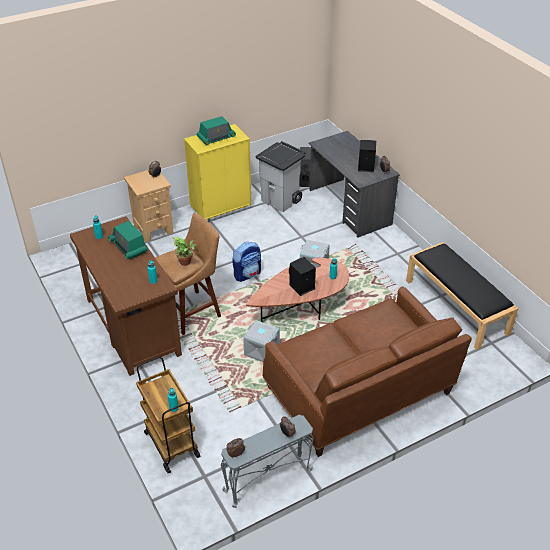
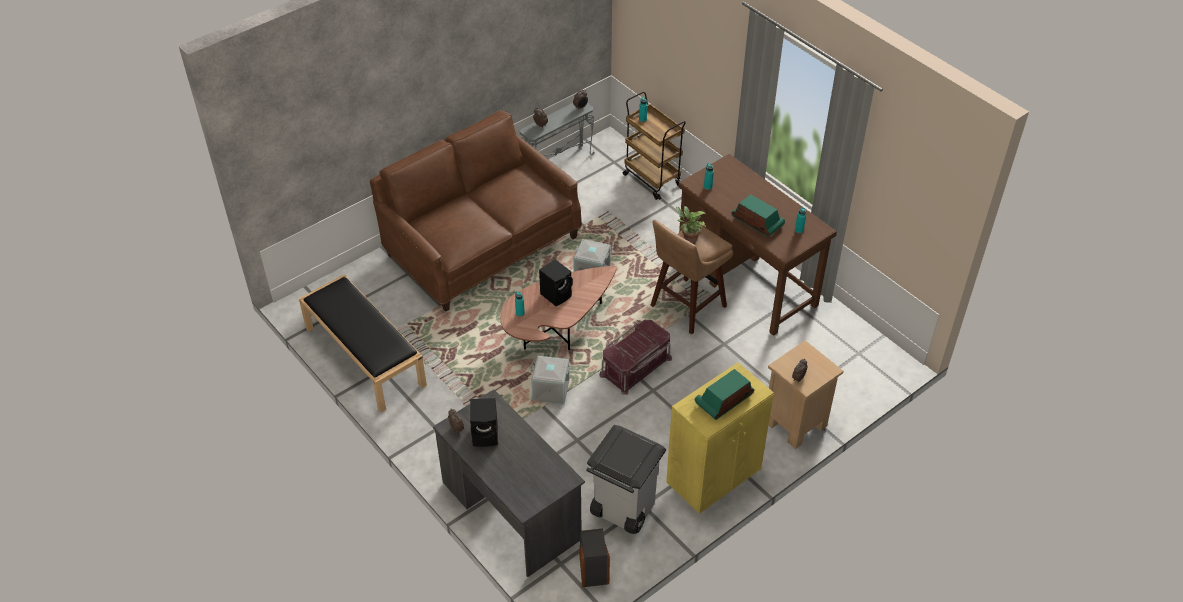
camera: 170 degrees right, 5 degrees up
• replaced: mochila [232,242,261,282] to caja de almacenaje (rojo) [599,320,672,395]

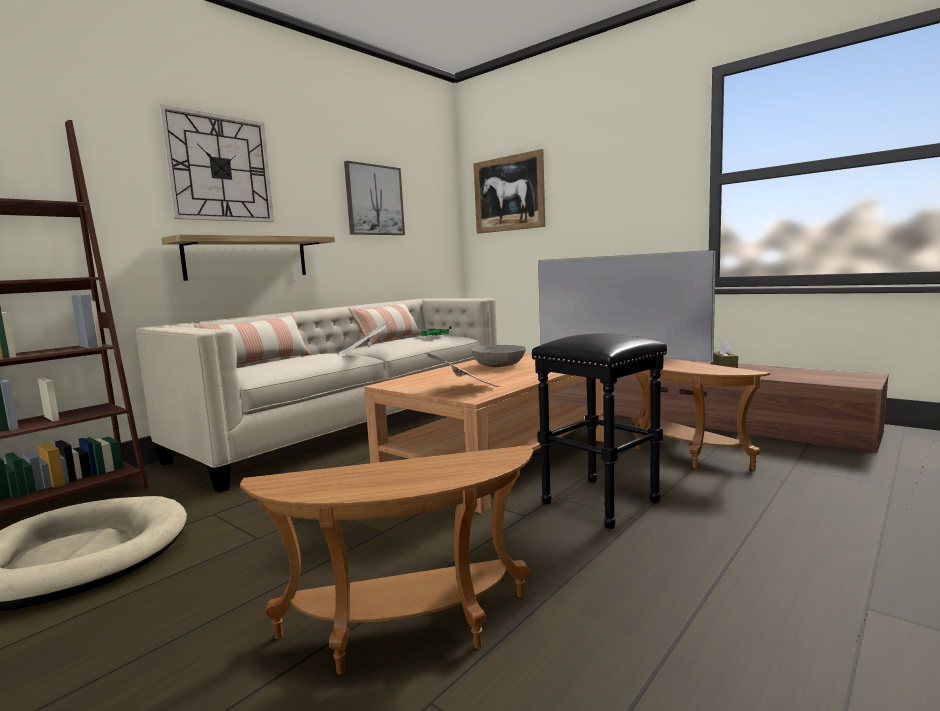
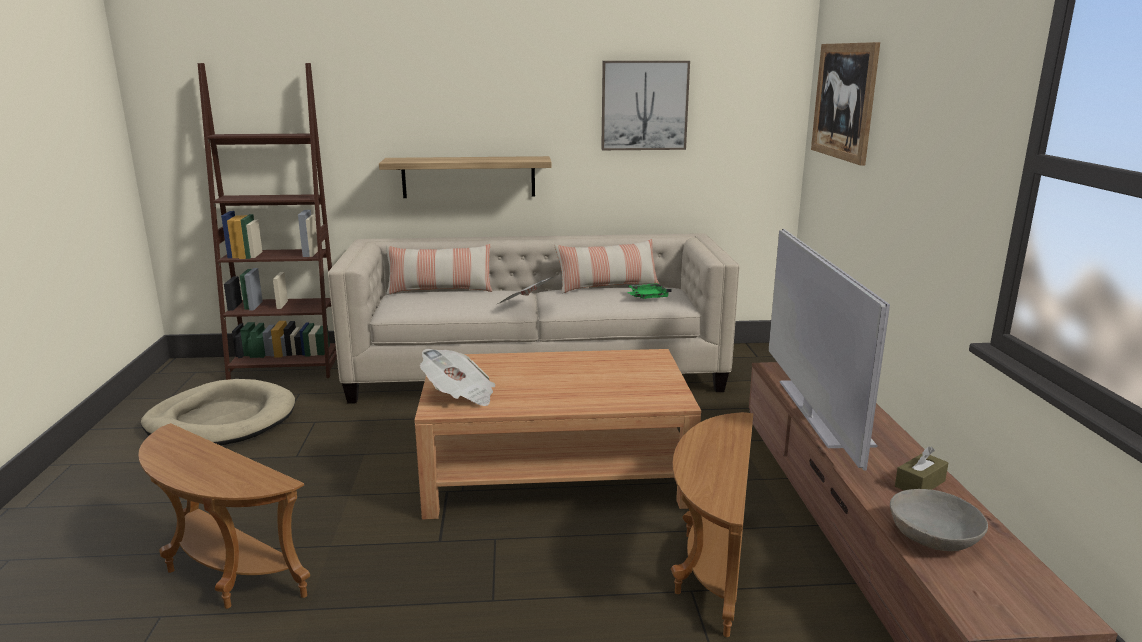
camera: 45 degrees right, 10 degrees up
• removed: reloj de pared [159,104,274,222]
• moved: cuenco (gris) [472,345,526,367] to [890,489,988,551]
• removed: taburete (negro) [532,333,667,529]

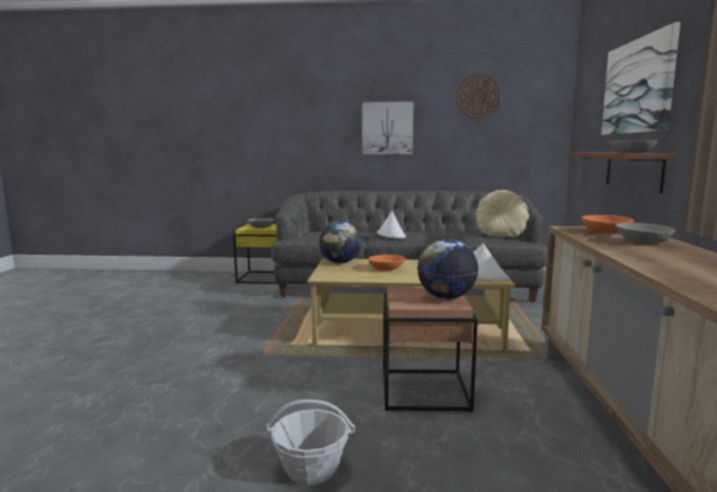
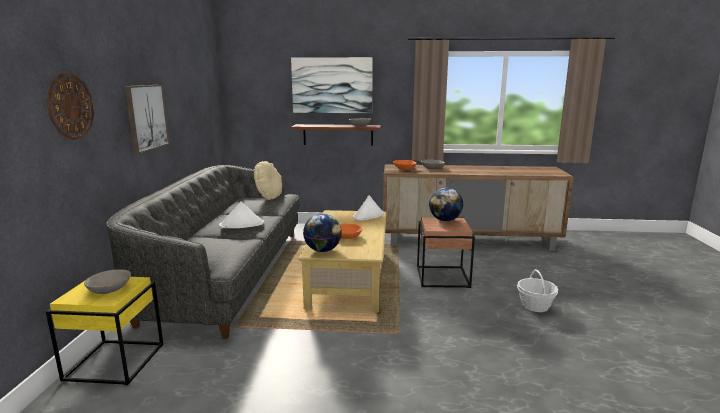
camera: 90 degrees left, 5 degrees up
• moved: reloj de pared [456,75,500,119] to [47,74,94,140]

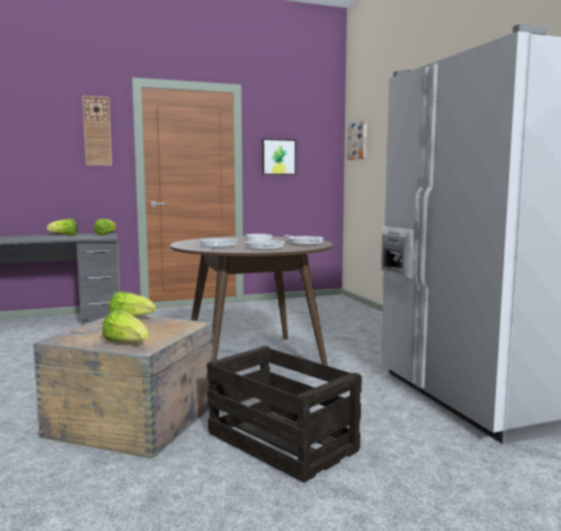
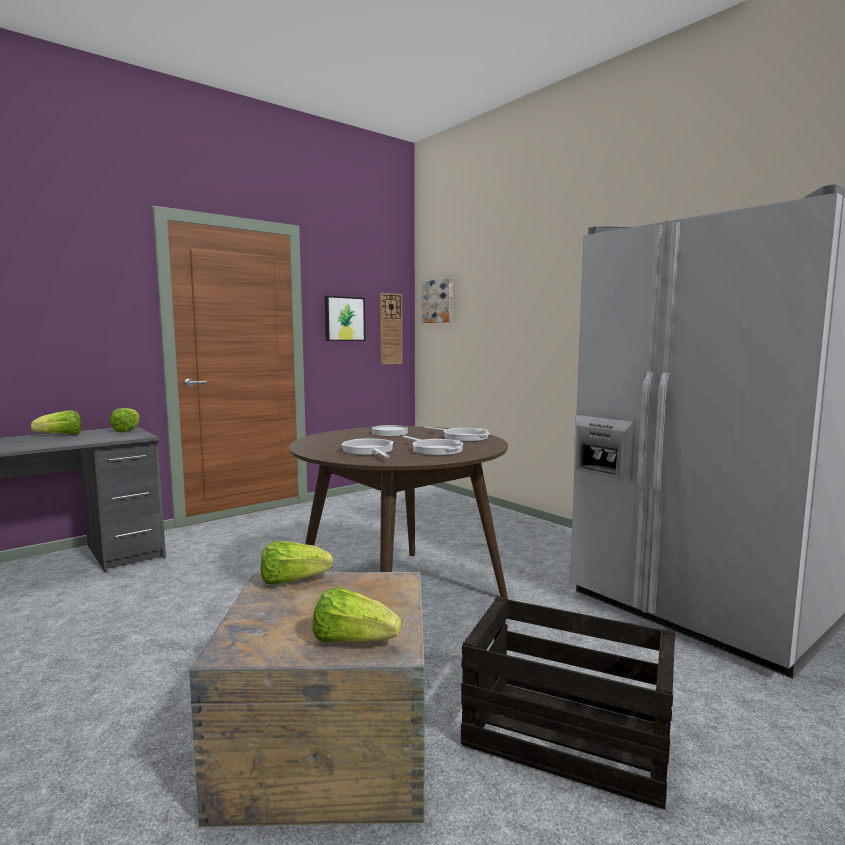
camera: 20 degrees left, 0 degrees up
• moved: reloj de pared [82,96,112,166] to [380,293,403,365]

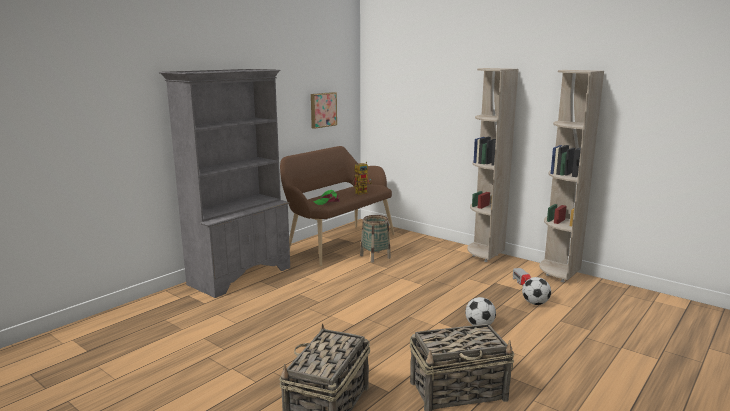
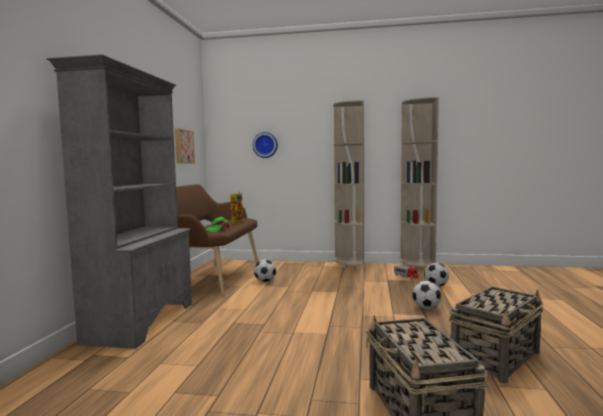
camera: 30 degrees left, 10 degrees down
• replaced: cesta [360,215,391,263] to balón de fútbol [254,259,276,282]
• added: reloj de pared [253,132,278,158]

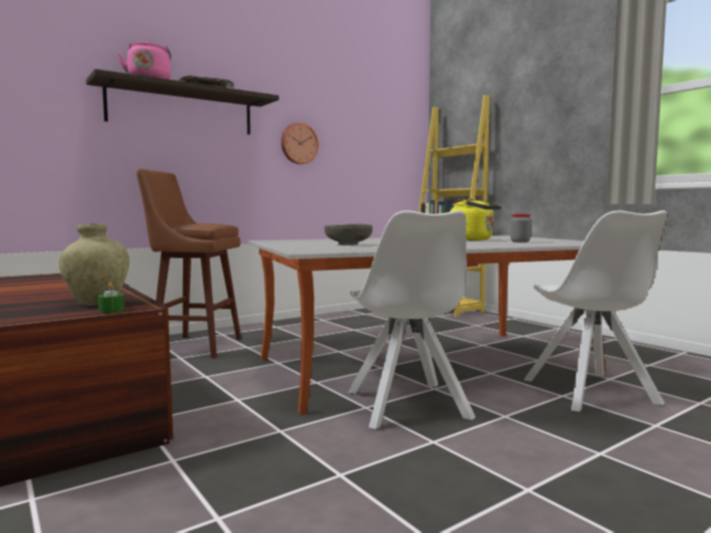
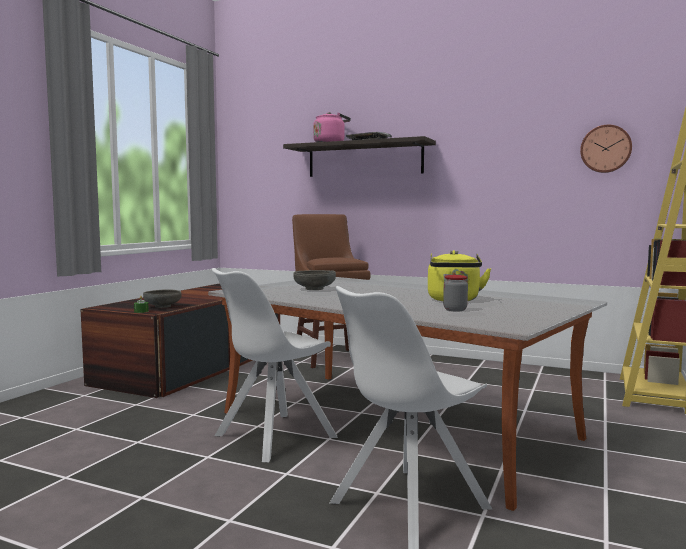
camera: 60 degrees right, 0 degrees up
• replaced: florero (beis) [59,223,130,306] to cuenco (gris) [143,289,182,308]
• moved: reloj de pared [281,122,319,164] to [580,125,632,173]

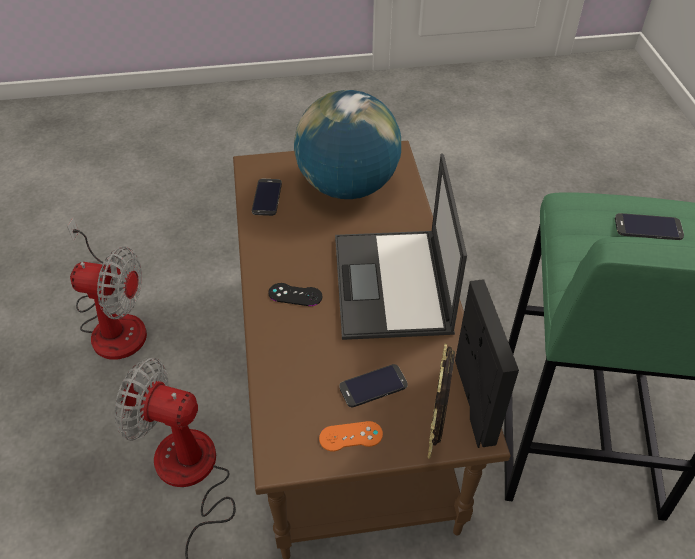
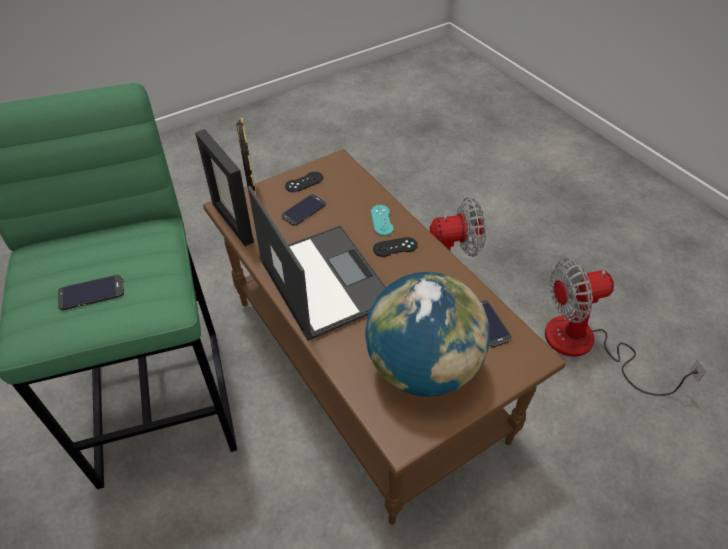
camera: 155 degrees right, 0 degrees up
• recoloured: mando de consola (naranja) [319,421,383,451] to mando de consola (negro) [285,172,323,192]
• added: mando de consola (turquesa) [371,205,394,236]

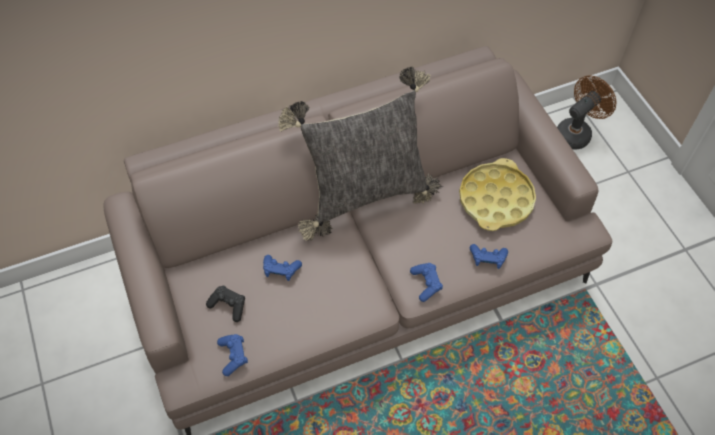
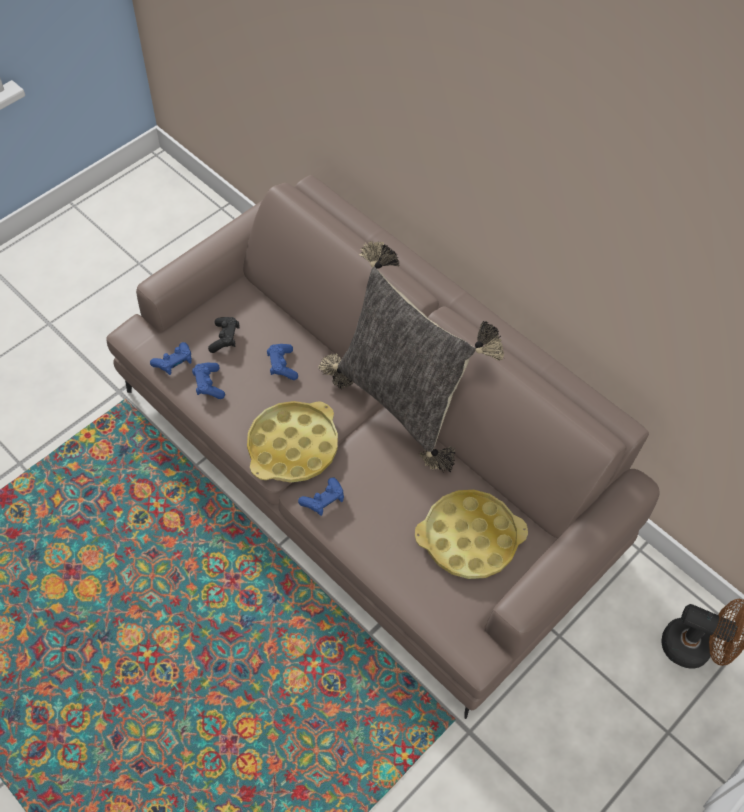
camera: 65 degrees right, 0 degrees up
• moved: mando de consola (azul) [470,244,508,269] to [192,363,225,399]
• added: bandeja (amarillo) [247,401,338,482]

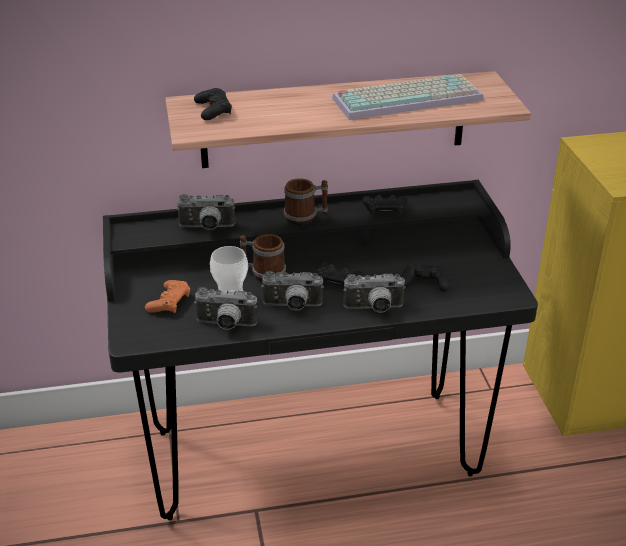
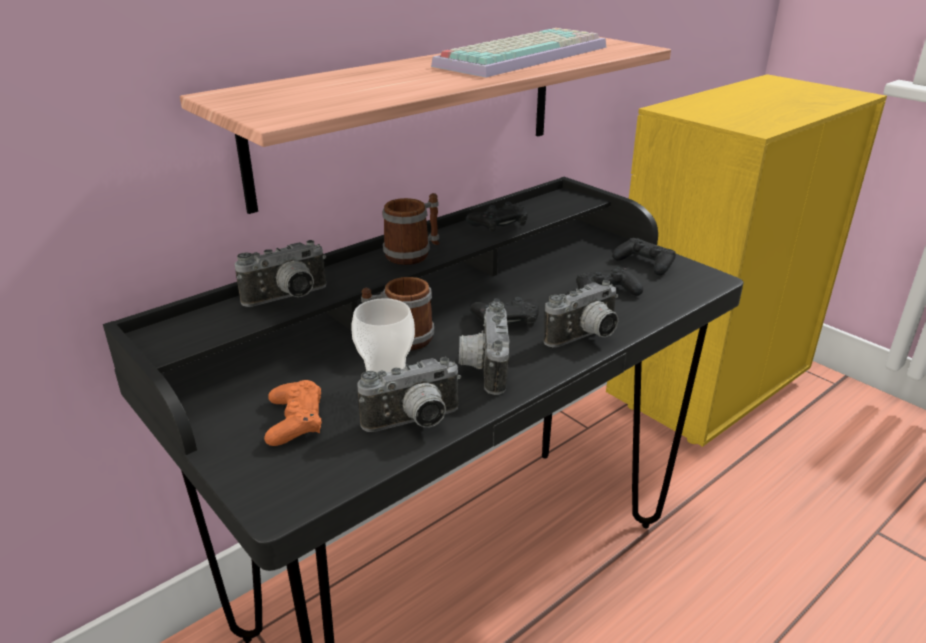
camera: 30 degrees left, 5 degrees down
• moved: mando de consola (negro) [194,88,232,120] to [612,238,676,276]
• turned: cámara [261,271,324,311] = [459,301,509,395] 120 degrees clockwise

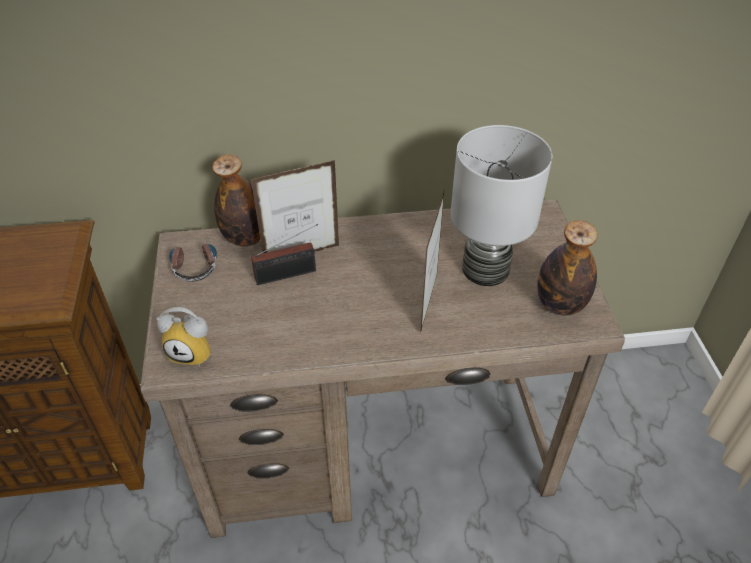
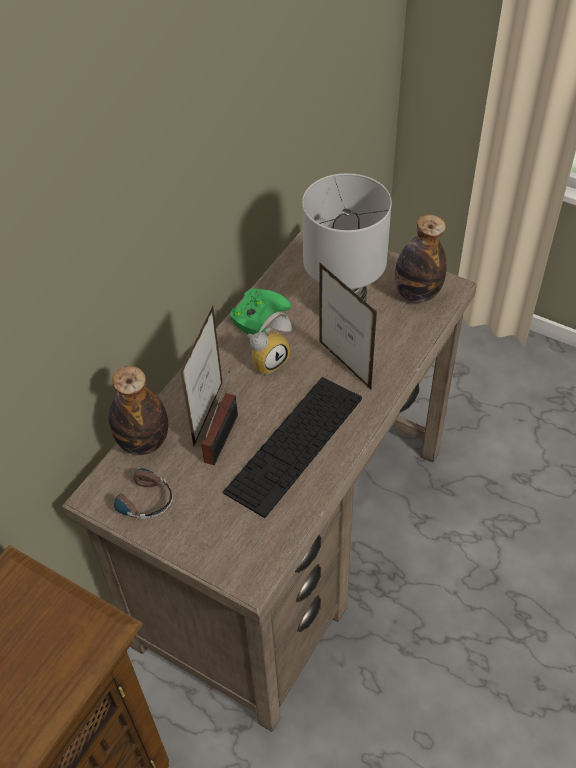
camera: 50 degrees left, 5 degrees up
• moved: despertador [156,307,211,366] to [247,312,292,376]
• added: teclado [223,377,362,518]
• added: mando de consola (verde) [230,288,291,335]

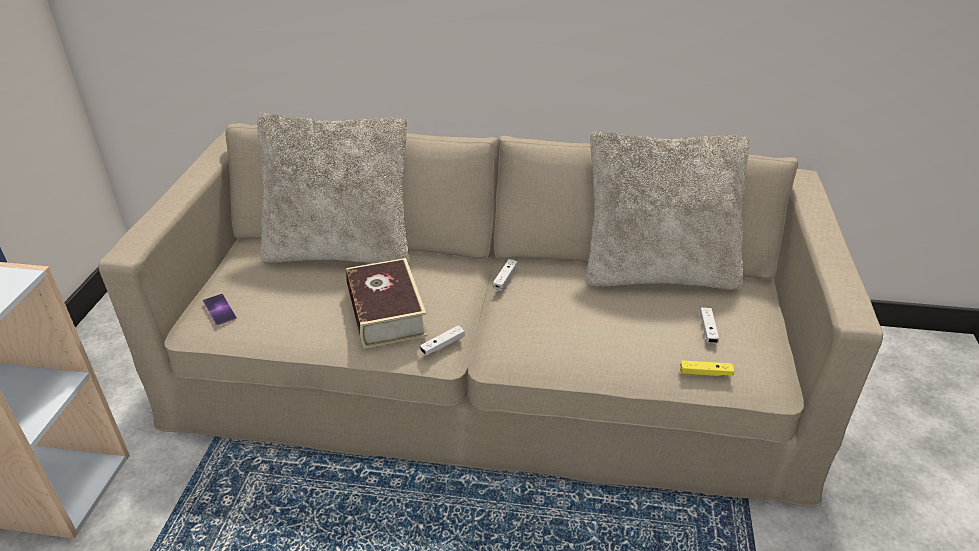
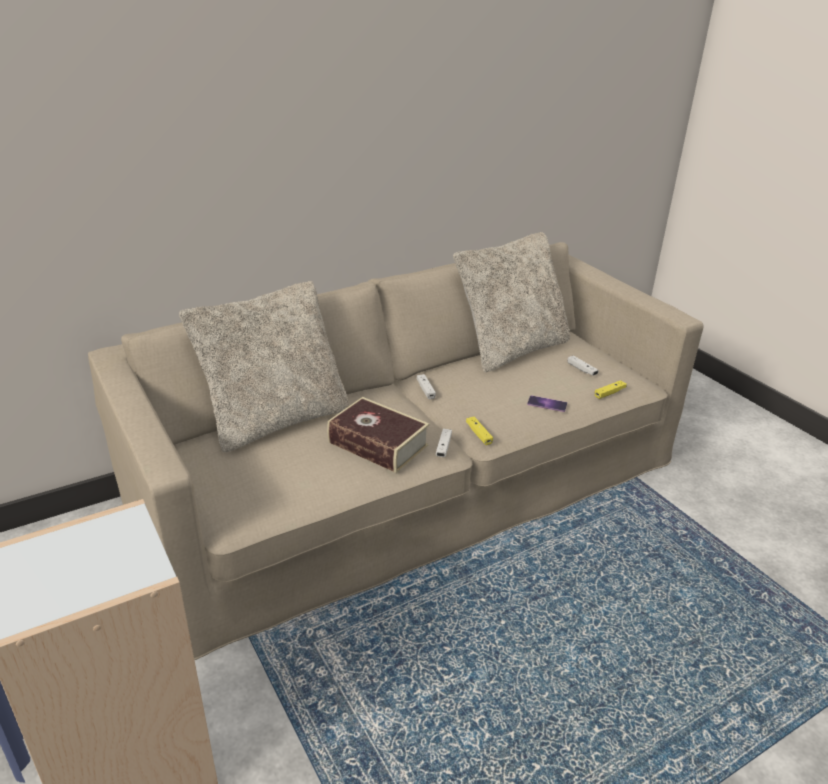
camera: 40 degrees left, 5 degrees down
• moved: móvil [203,294,237,326] to [527,395,567,412]
• added: mando de consola (amarillo) [466,417,493,445]

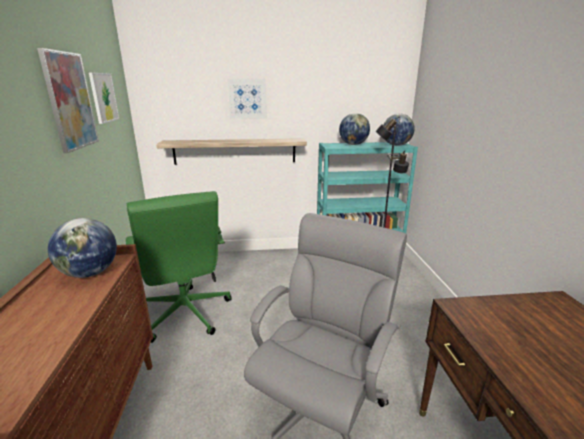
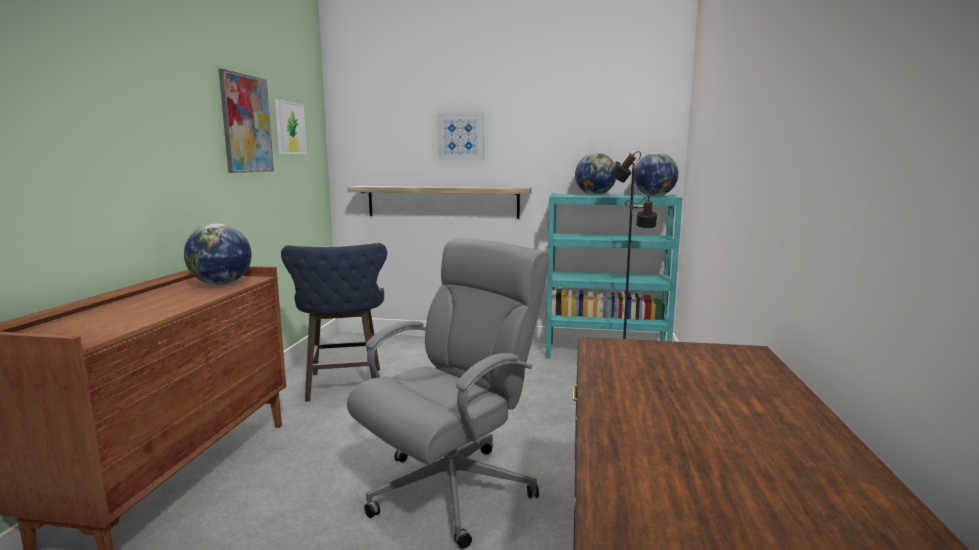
camera: 15 degrees right, 10 degrees down
• replaced: silla de oficina (verde) [126,191,232,343] to taburete (azul) [281,242,387,402]

